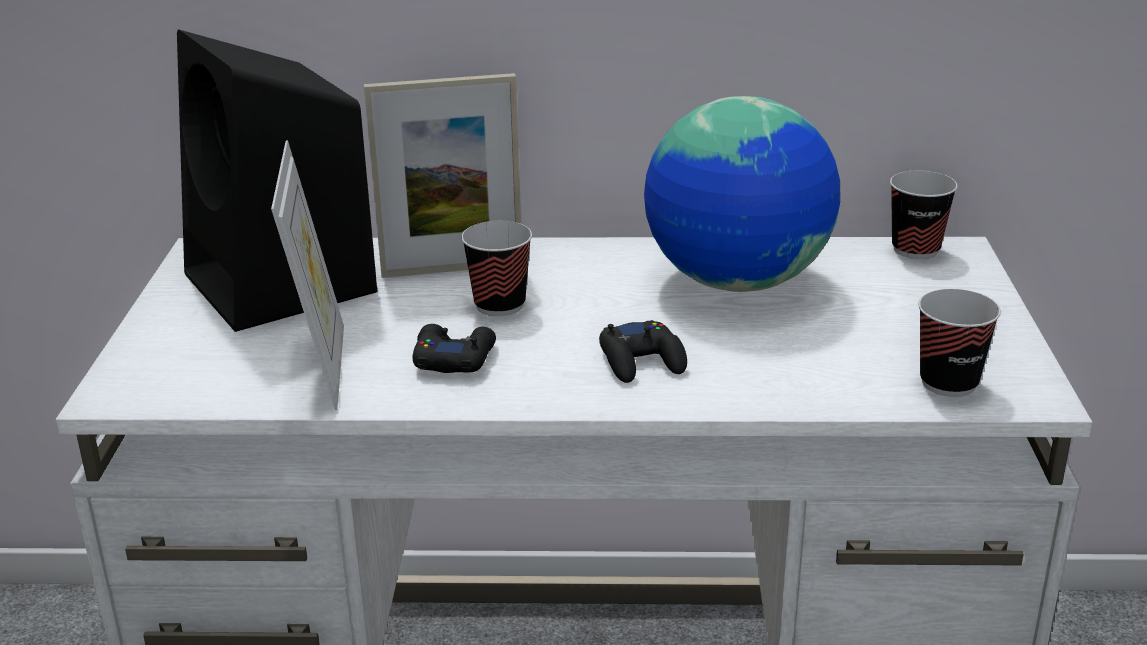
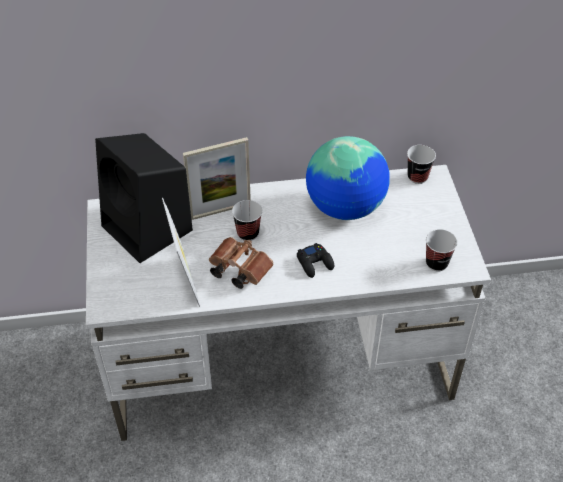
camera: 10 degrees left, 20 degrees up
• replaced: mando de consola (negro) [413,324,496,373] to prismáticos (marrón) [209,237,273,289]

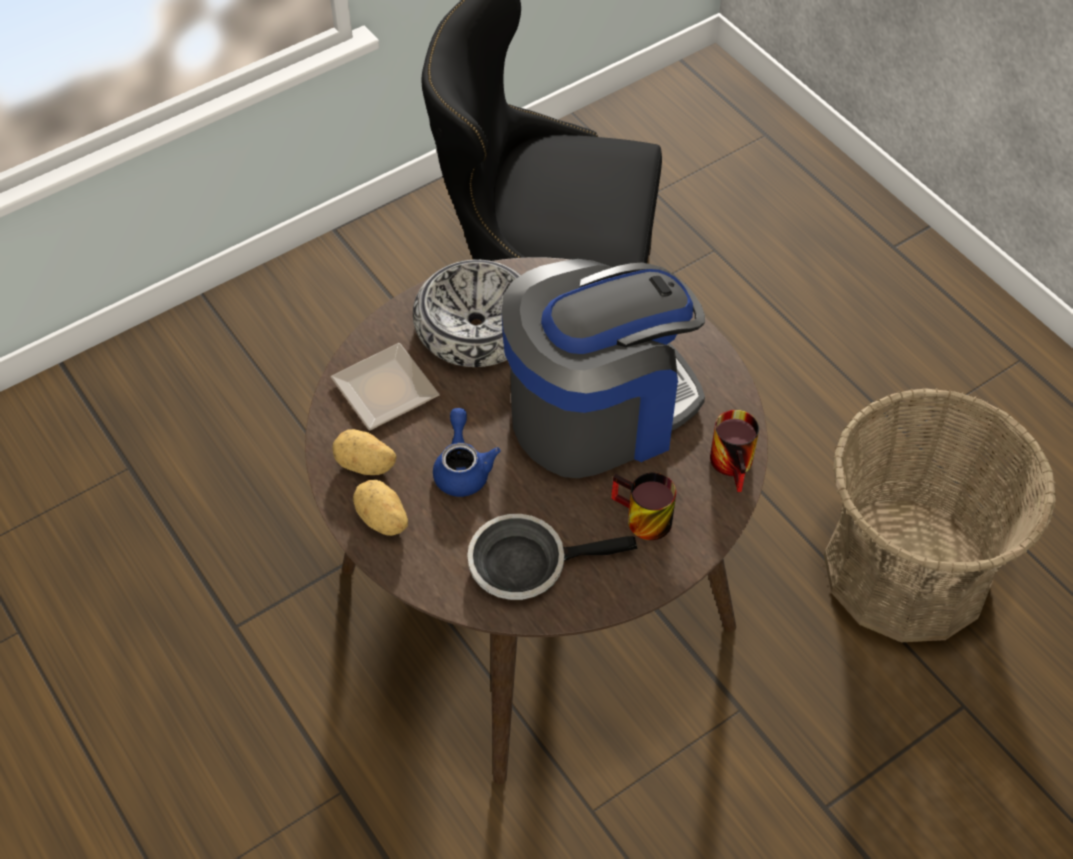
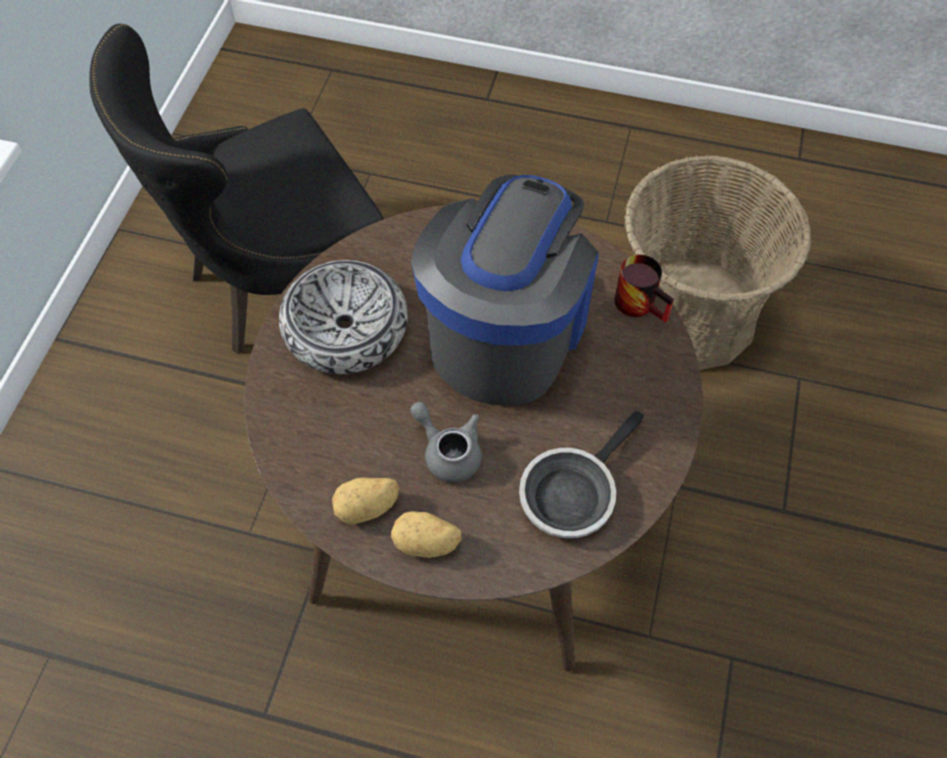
camera: 40 degrees left, 5 degrees up
• removed: plato [331,343,440,430]
• recoloured: tetera (azul) [433,408,501,497] to tetera (gris) [410,402,482,483]
• removed: taza grande [611,473,676,540]

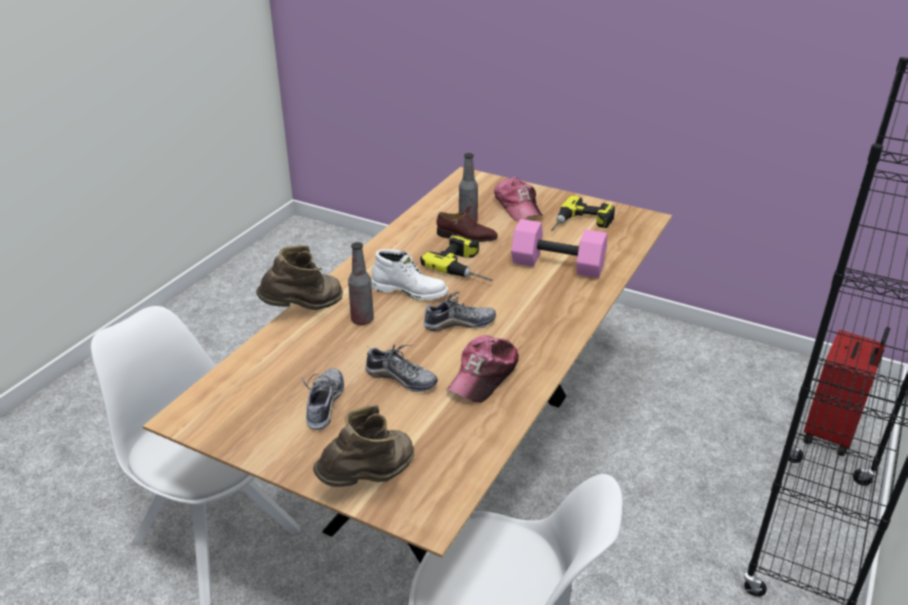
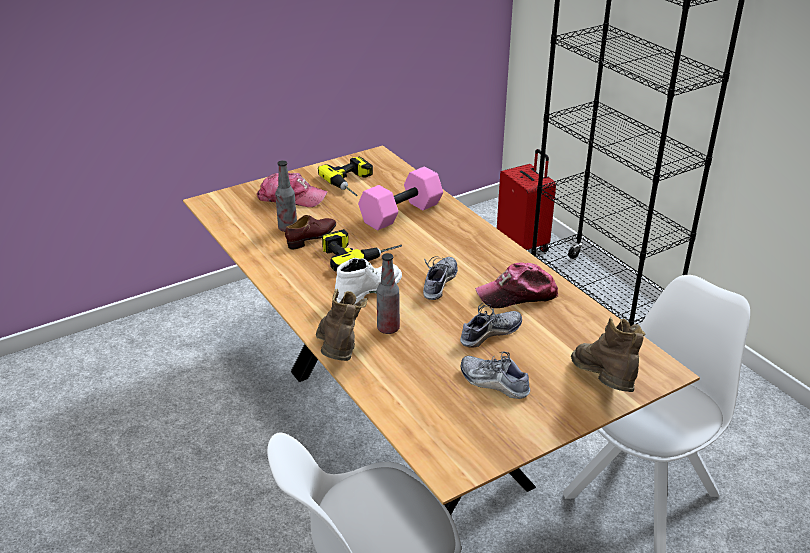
camera: 60 degrees left, 0 degrees up
• turned: gorra [447,335,519,403] = [475,262,558,308] 105 degrees clockwise

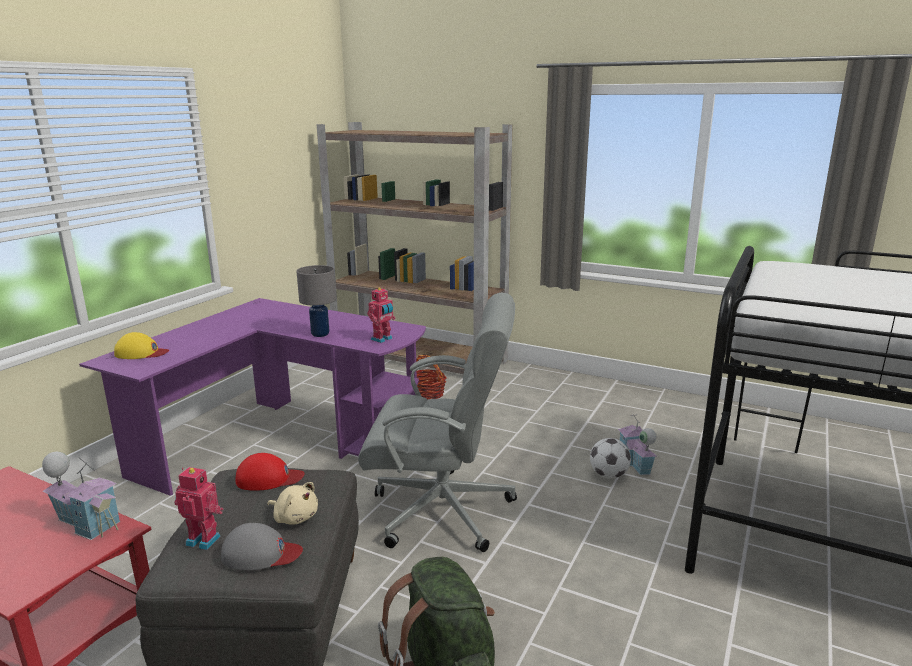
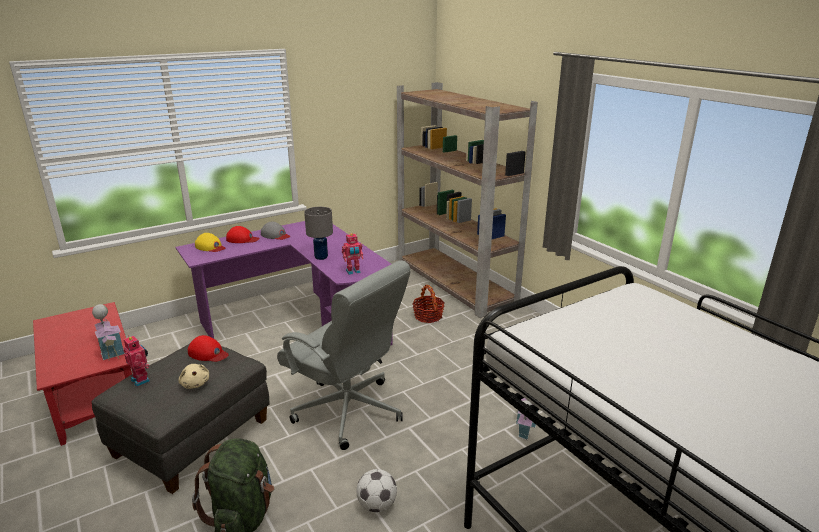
camera: 30 degrees right, 5 degrees up
• moved: gorra (gris) [221,523,303,570] to [261,222,290,240]
• moved: balón de fútbol [590,438,631,479] to [356,469,397,512]
• added: gorra (rojo) [226,226,260,243]

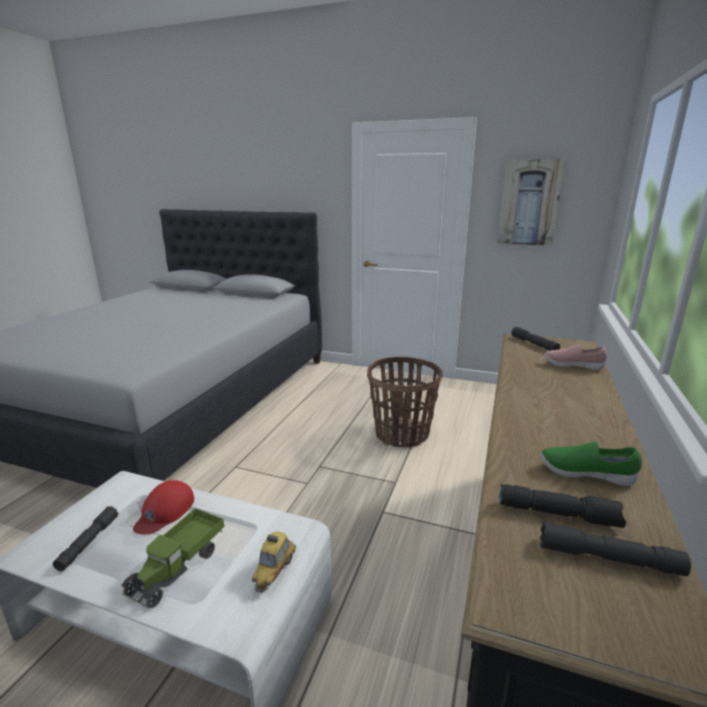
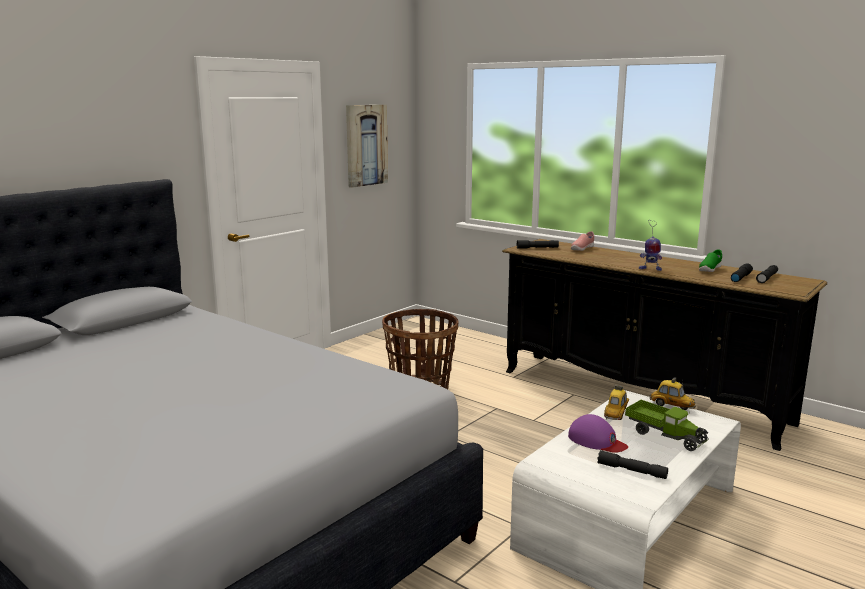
camera: 70 degrees left, 5 degrees down
• recoloured: gorra (rojo) [133,480,194,535] to gorra (morado) [568,414,628,453]
• added: coche de juguete [604,385,629,420]
• added: robot de juguete [639,220,662,271]

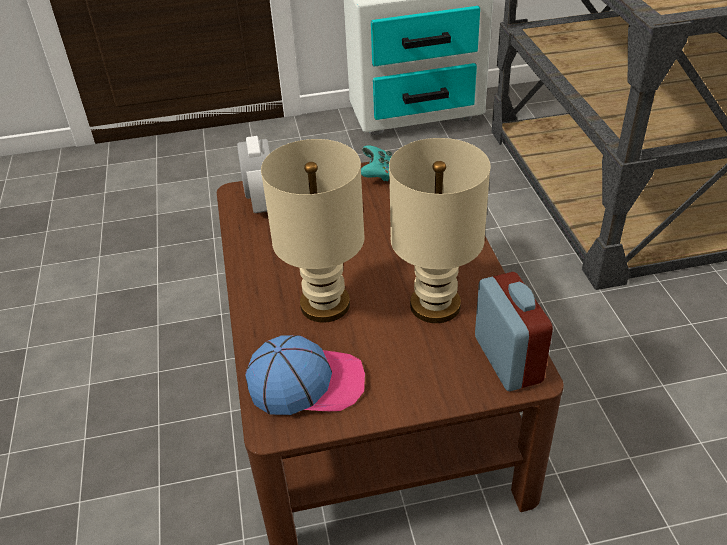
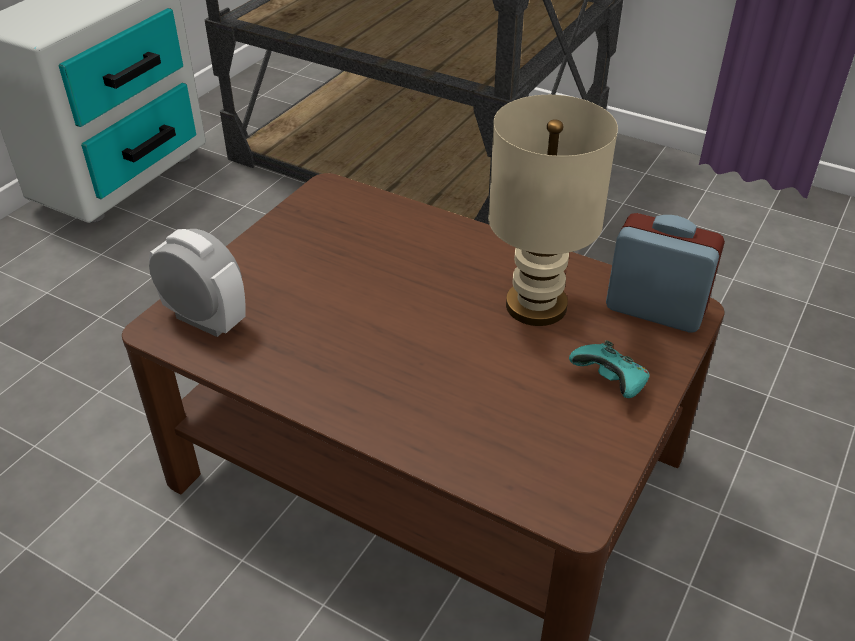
camera: 50 degrees left, 0 degrees up
• removed: gorra [245,335,365,415]
• removed: lámpara de mesa (beis) [261,139,365,322]
• moved: mando de consola (turquesa) [361,145,392,181] to [569,340,650,398]

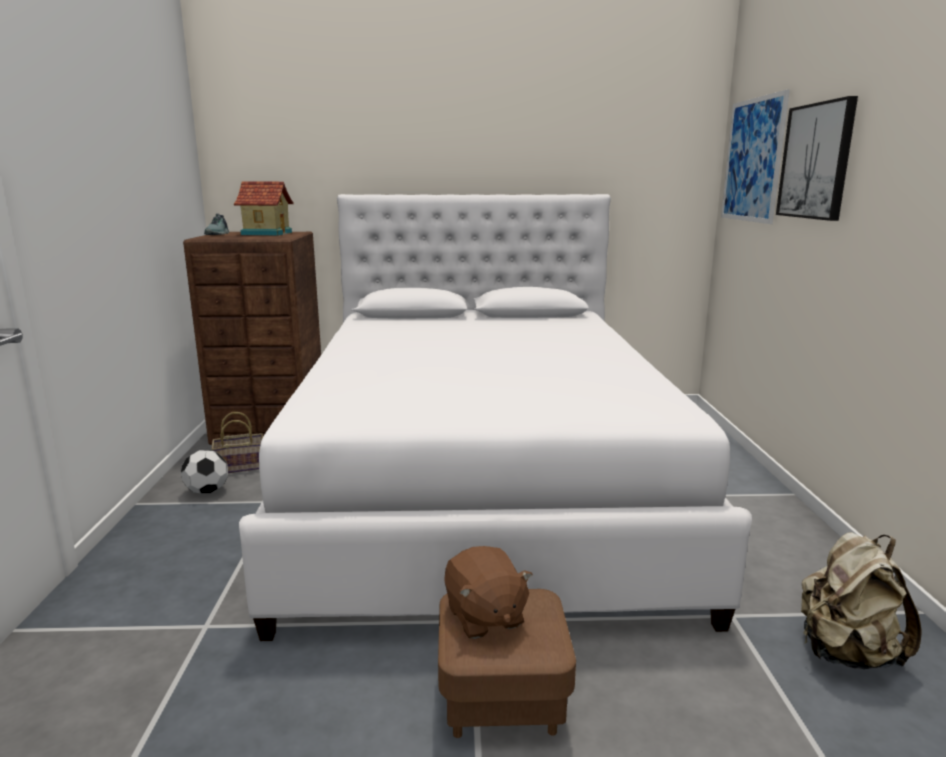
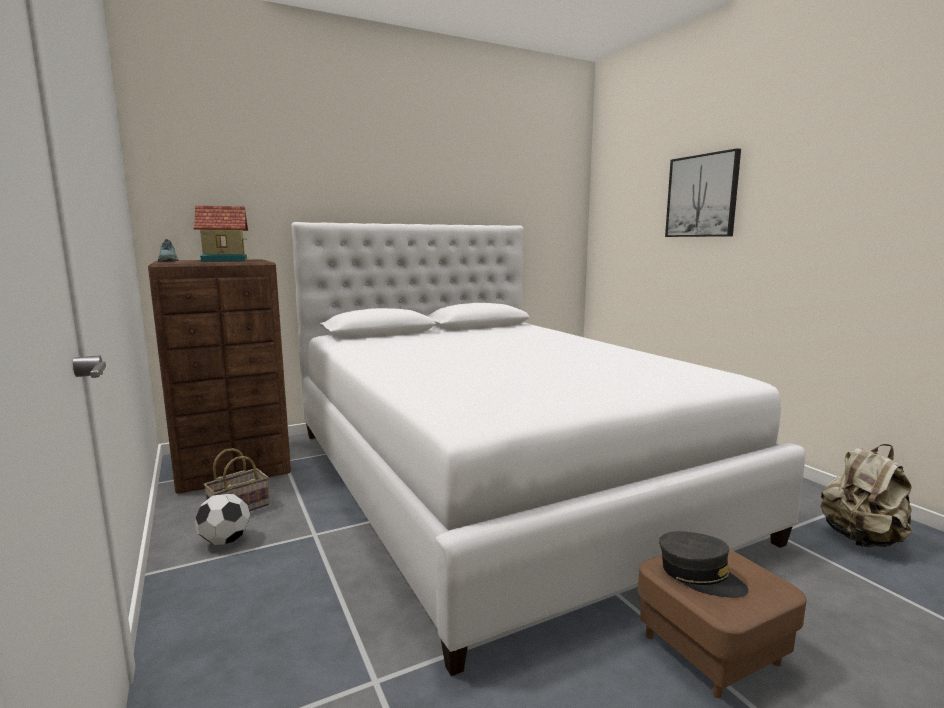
camera: 25 degrees left, 5 degrees down
• replaced: peluche (marrón) [444,546,533,639] to gorra (gris) [659,531,749,598]
• removed: cuadro [721,89,790,224]

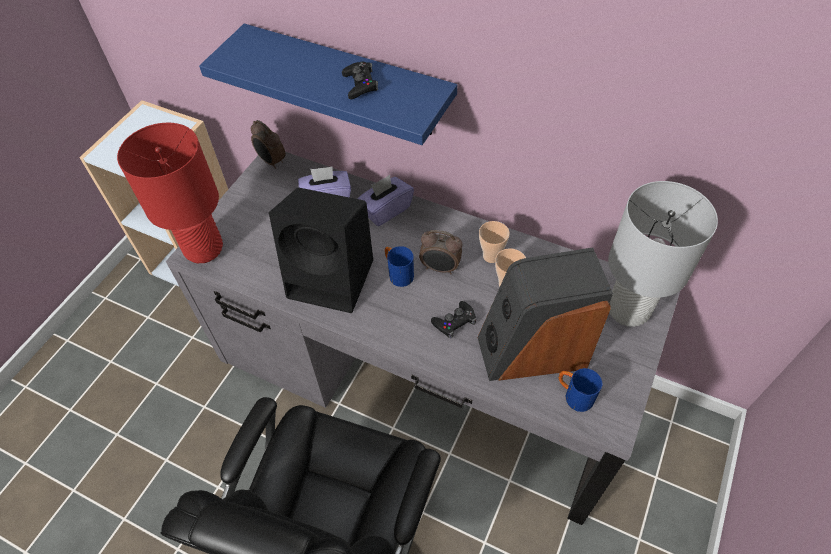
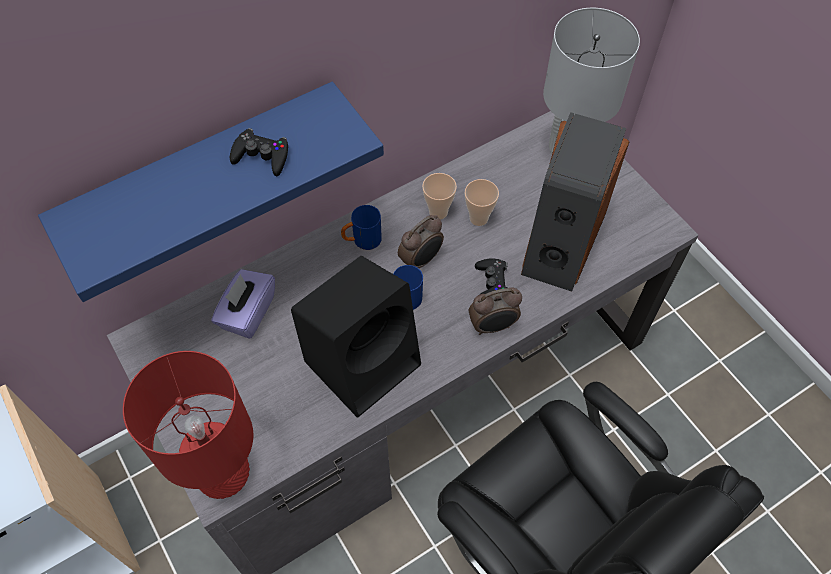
camera: 60 degrees left, 5 degrees up
• moved: despertador [251,120,286,169] to [469,287,522,335]
• removed: caja de pañuelos (morado) [357,175,414,226]
• moved: taza grande (azul) [559,368,602,412] to [341,205,382,250]

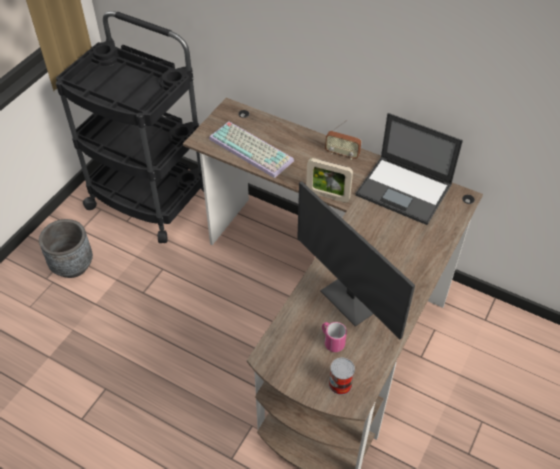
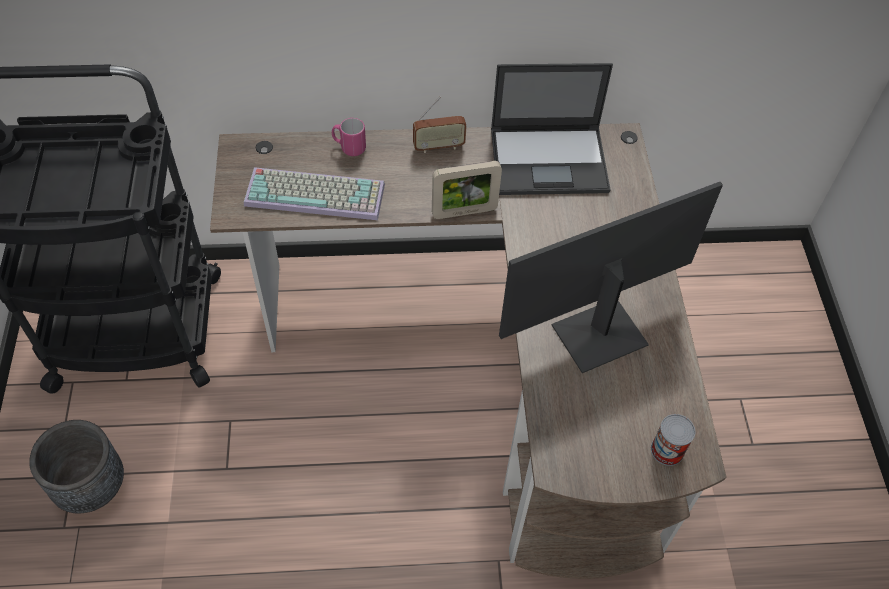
camera: 35 degrees left, 5 degrees up
• turned: monitor [297,181,415,339] = [499,182,723,373] 135 degrees clockwise
• moved: taza grande (rosa) [322,322,347,352] to [332,118,366,156]

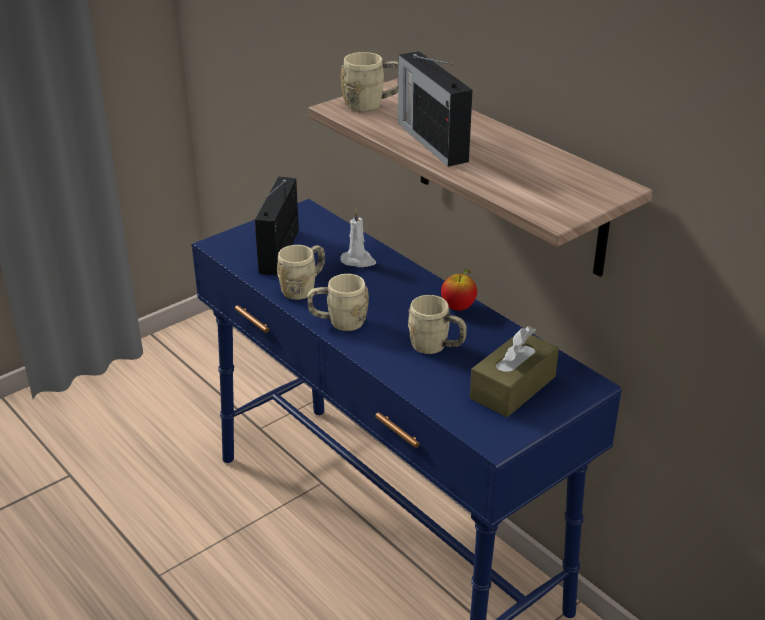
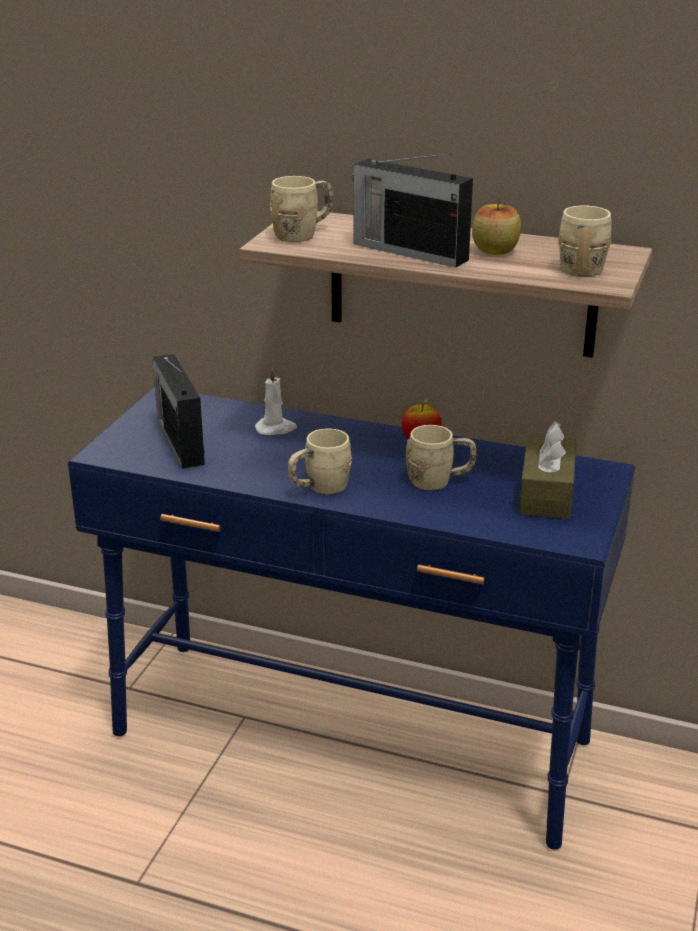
camera: 30 degrees left, 5 degrees down
• moved: taza grande (beis) [277,245,325,300] to [558,206,612,277]
• added: manzana [472,199,521,255]

